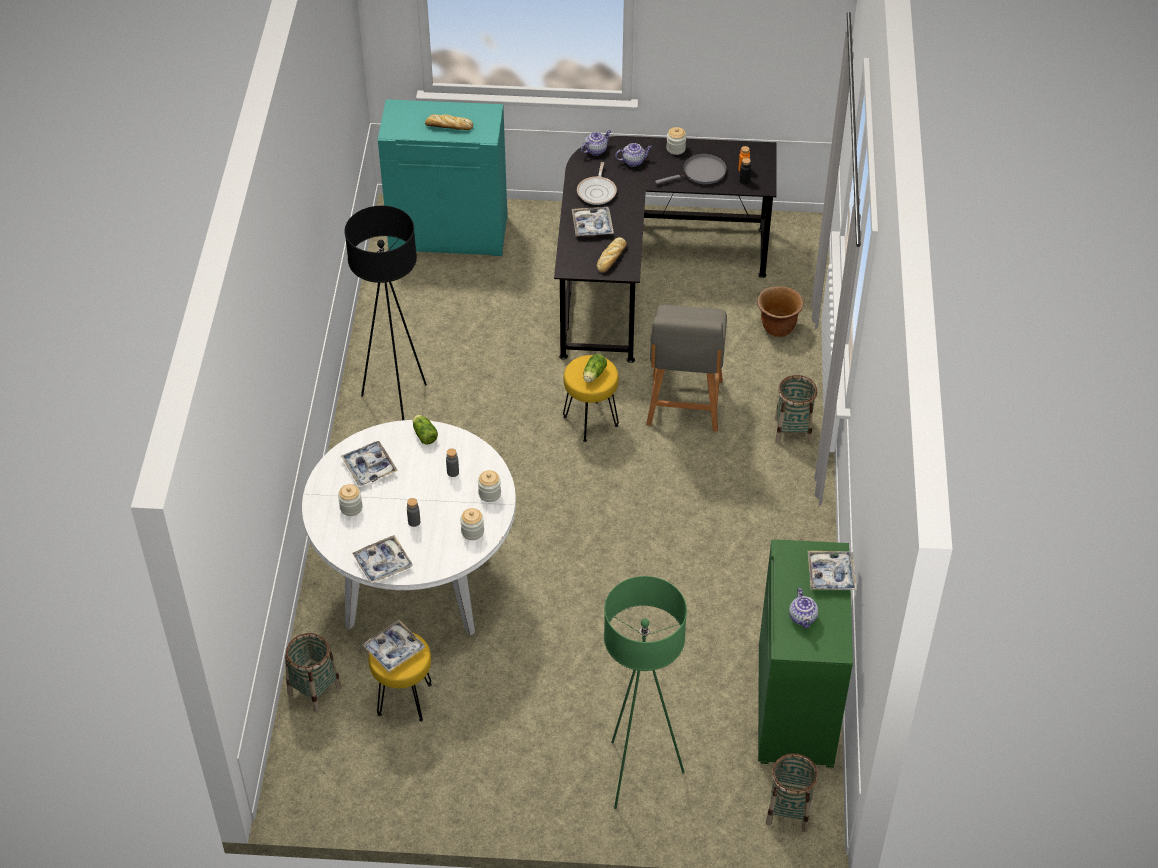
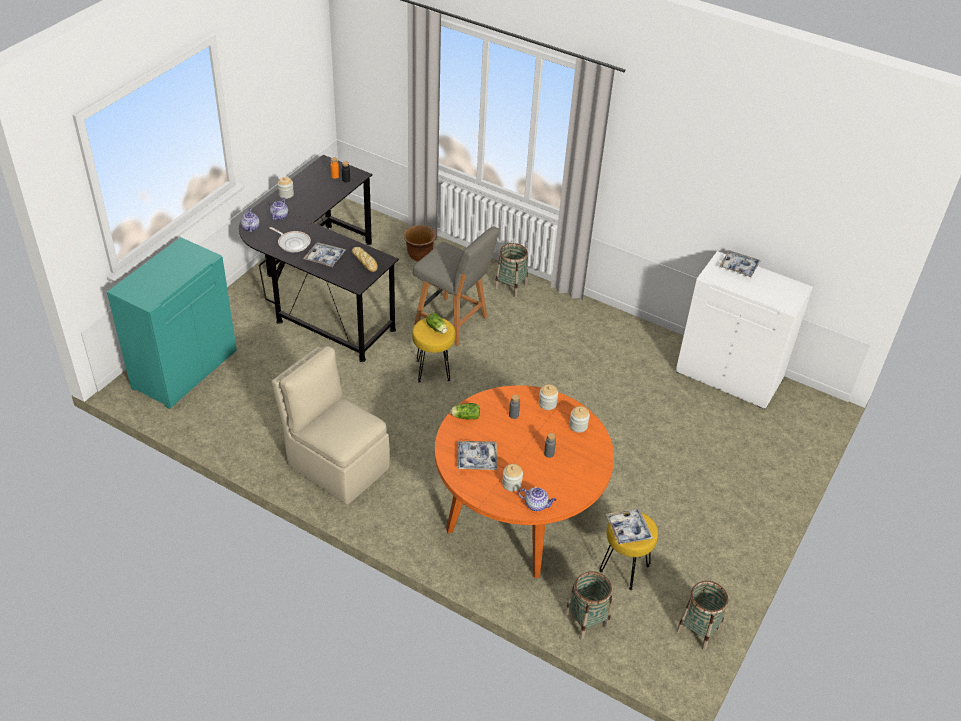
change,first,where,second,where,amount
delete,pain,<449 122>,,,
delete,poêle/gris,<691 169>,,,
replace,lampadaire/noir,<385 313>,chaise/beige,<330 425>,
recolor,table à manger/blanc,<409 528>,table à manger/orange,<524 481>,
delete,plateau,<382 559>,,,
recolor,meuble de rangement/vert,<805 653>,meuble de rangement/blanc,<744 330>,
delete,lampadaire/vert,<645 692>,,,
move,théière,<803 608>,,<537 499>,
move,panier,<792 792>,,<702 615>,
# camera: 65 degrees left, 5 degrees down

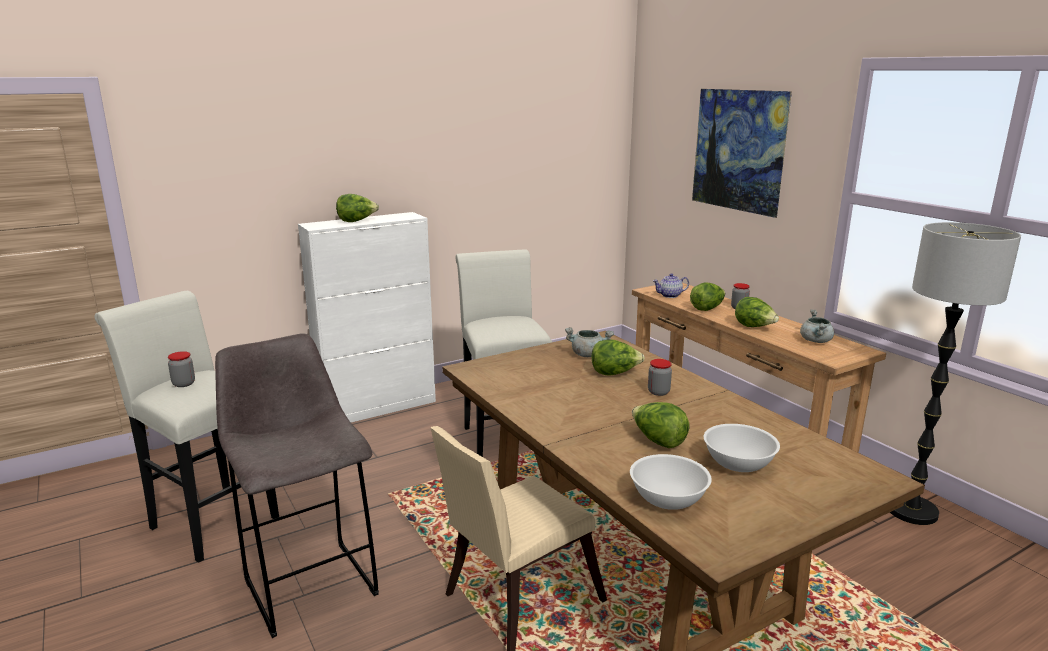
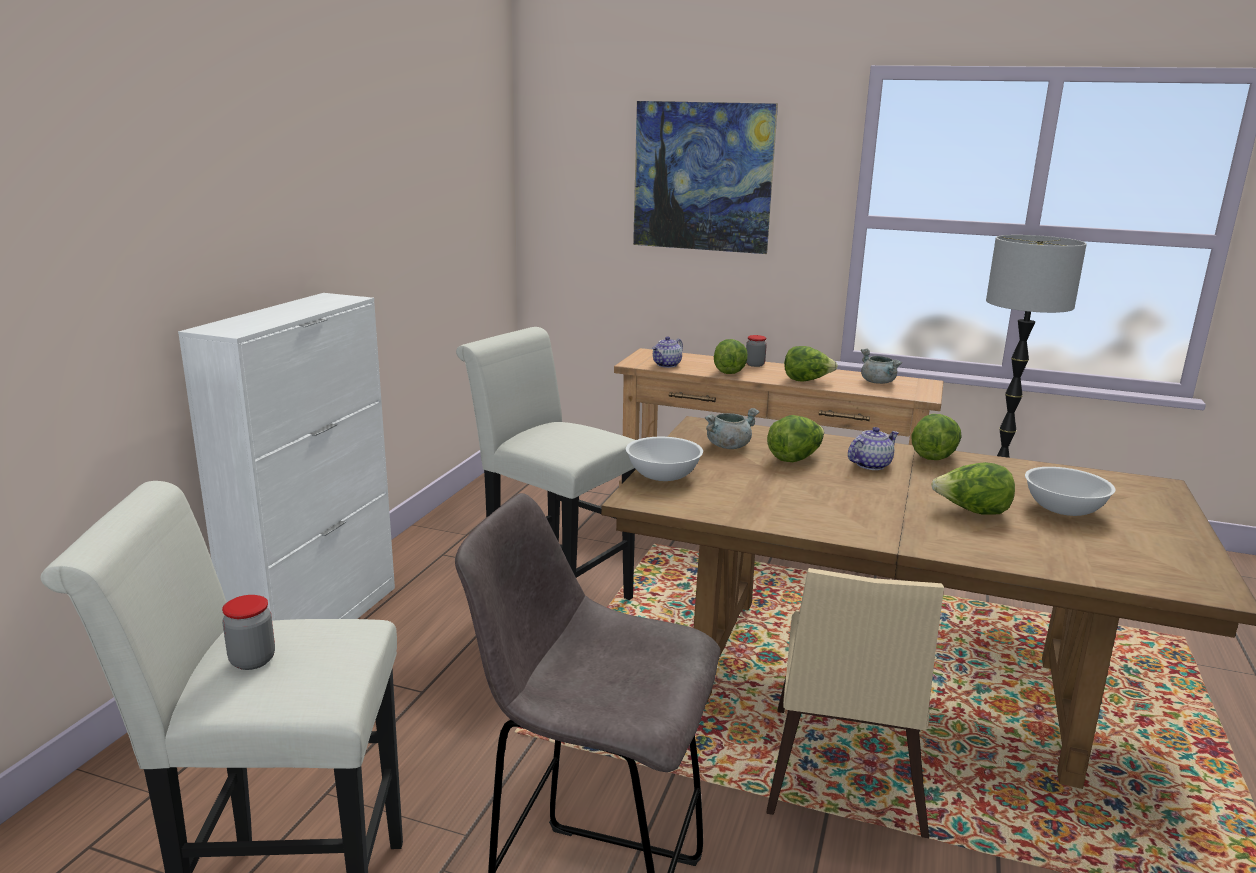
change,first,where,second,where,amount
move,laitue,<357 208>,,<937 437>,
replace,bocal,<660 377>,théière,<873 448>,
move,bol/blanc,<671 482>,,<664 459>,
# camera: 40 degrees left, 0 degrees up

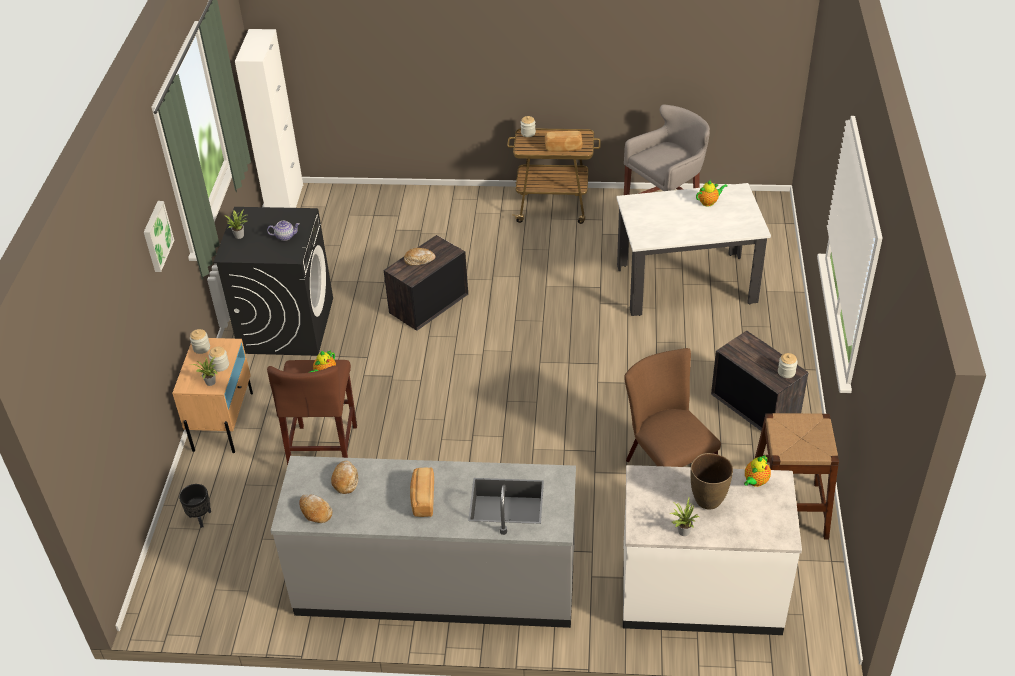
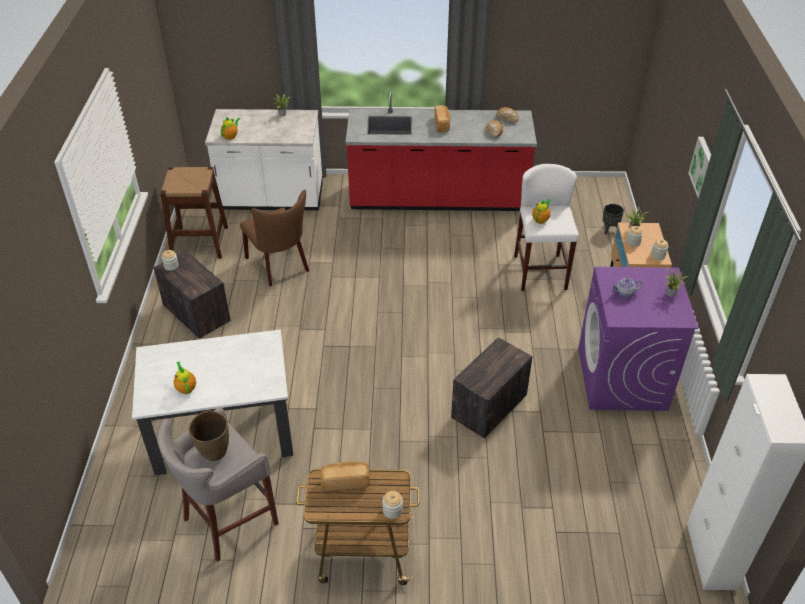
change,first,where,second,where,amount
rotate,théière,<712 193>,,<185 377>,90 degrees clockwise
recolor,lave-linge/noir,<273 281>,lave-linge/violet,<638 339>,
delete,pain,<420 257>,,,
recolor,tabouret/marron,<312 412>,tabouret/blanc,<546 227>,
move,vase/marron,<712 481>,,<209 436>,
recolor,comptoir de cuisine/gris,<423 542>,comptoir de cuisine/rouge,<441 150>,
# camera: 175 degrees right, 0 degrees up

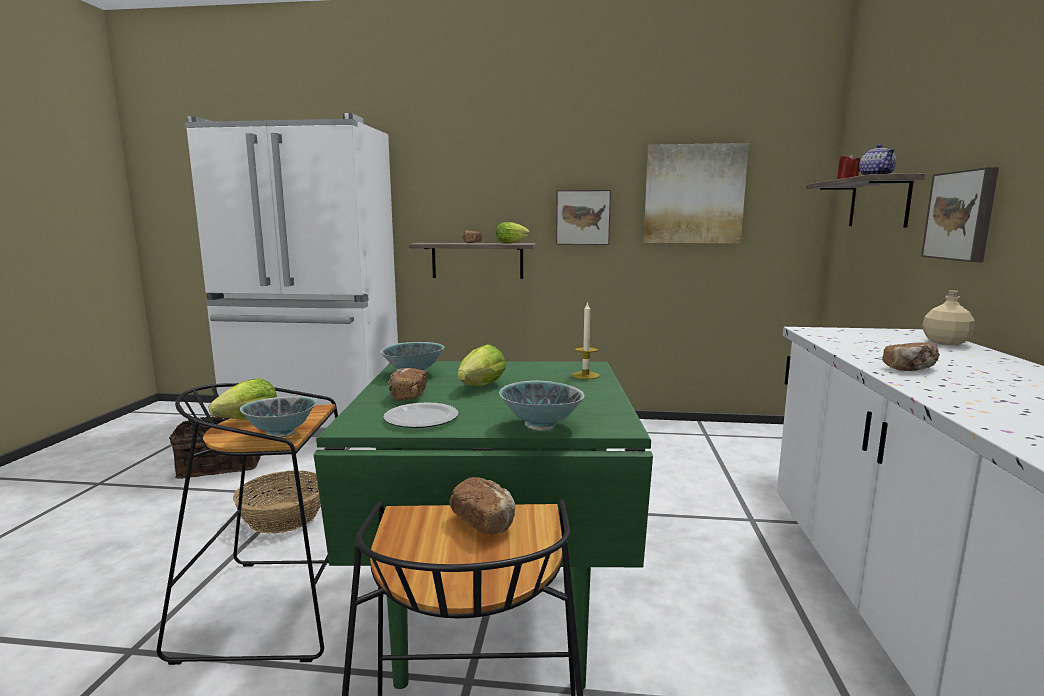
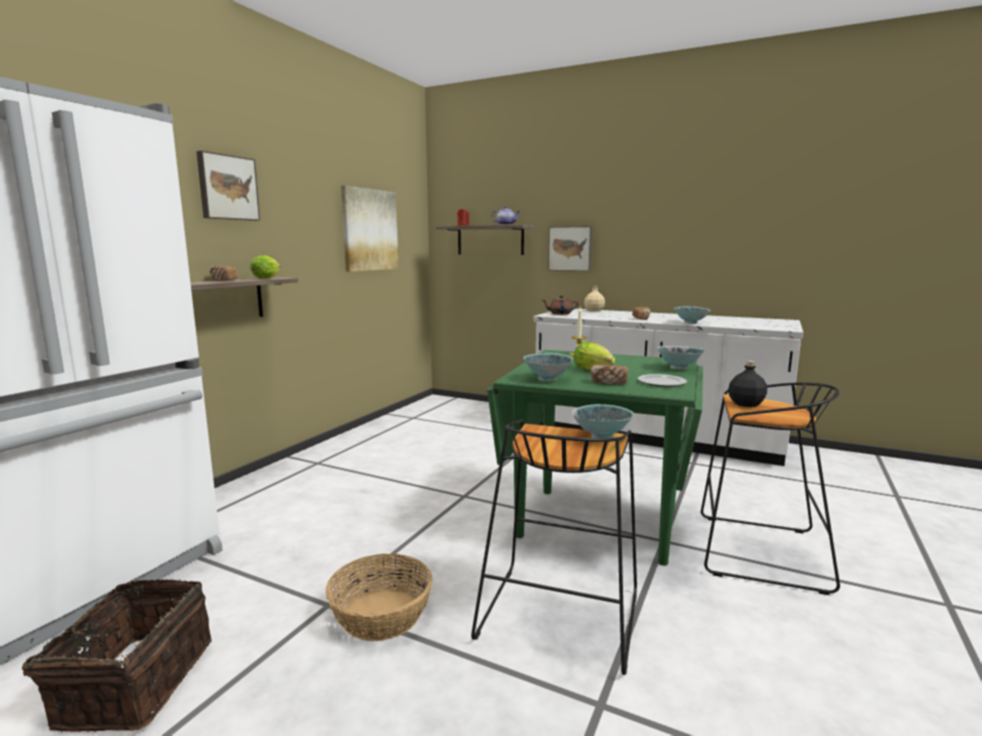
change,first,where,second,where,amount
move,tableau,<583 217>,,<228 185>,
delete,laitue,<243 398>,,,
replace,pain,<482 505>,bouteille/noir,<747 384>,
insert,,,théière/marron,<561 305>,
insert,,,bol,<692 315>,
# camera: 70 degrees left, 0 degrees up

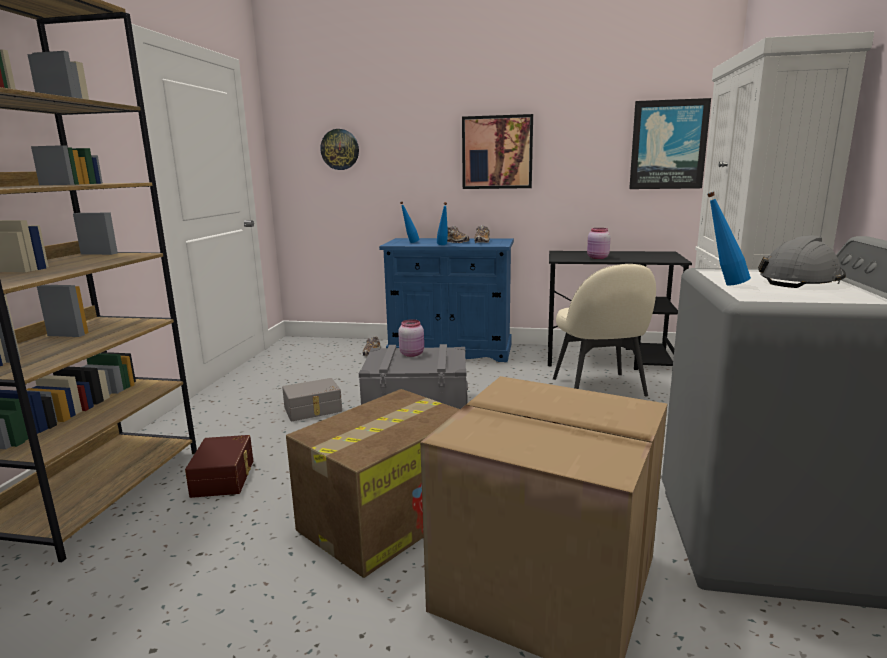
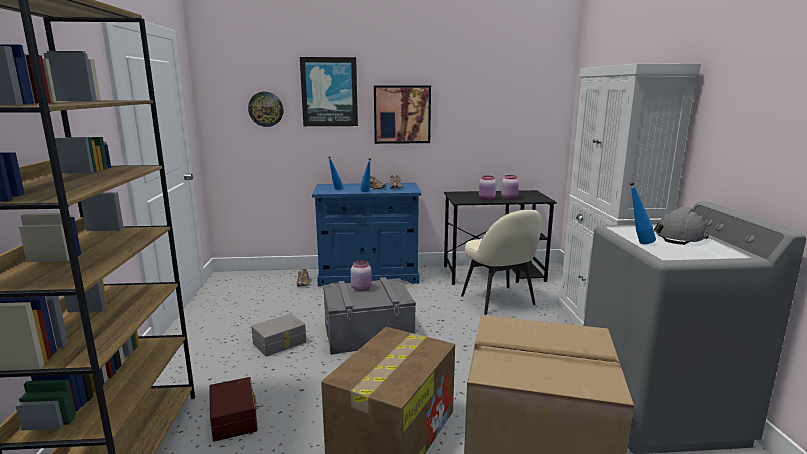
change,first,where,second,where,amount
move,tableau,<670 143>,,<329 91>,
insert,,,bocal/rose,<510 187>,
# camera: 15 degrees left, 0 degrees up

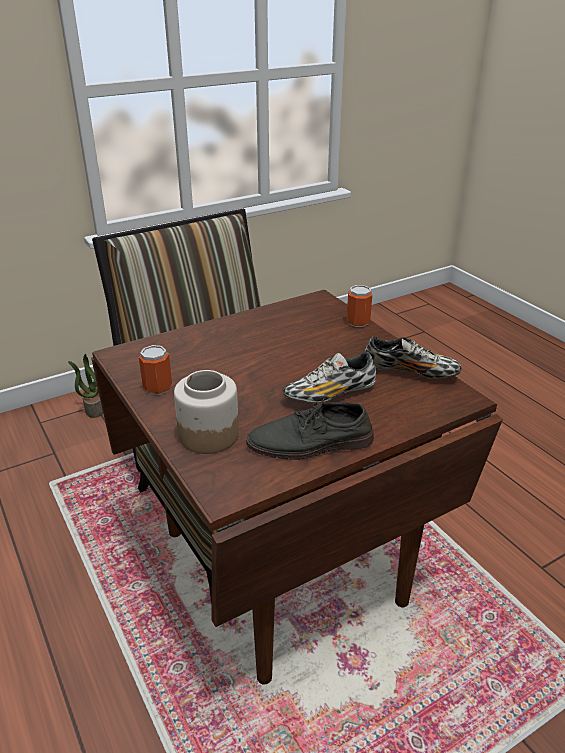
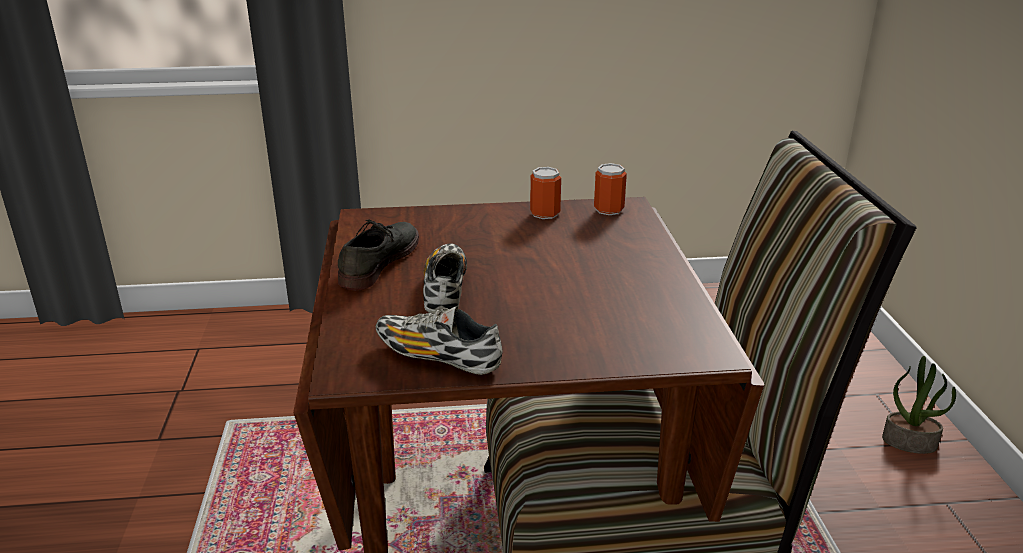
change,first,where,second,where,amount
move,boîte métallique,<359 306>,,<610 189>,
rotate,chaussure,<413 357>,,<439 340>,75 degrees clockwise
delete,bocal,<206 412>,,,
# camera: 115 degrees right, 5 degrees down

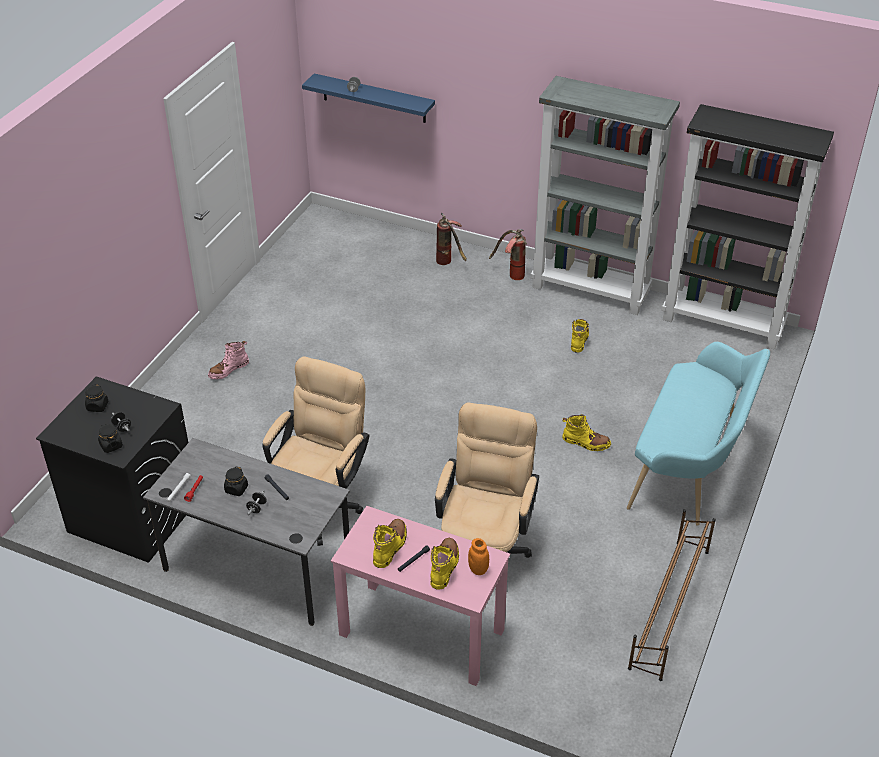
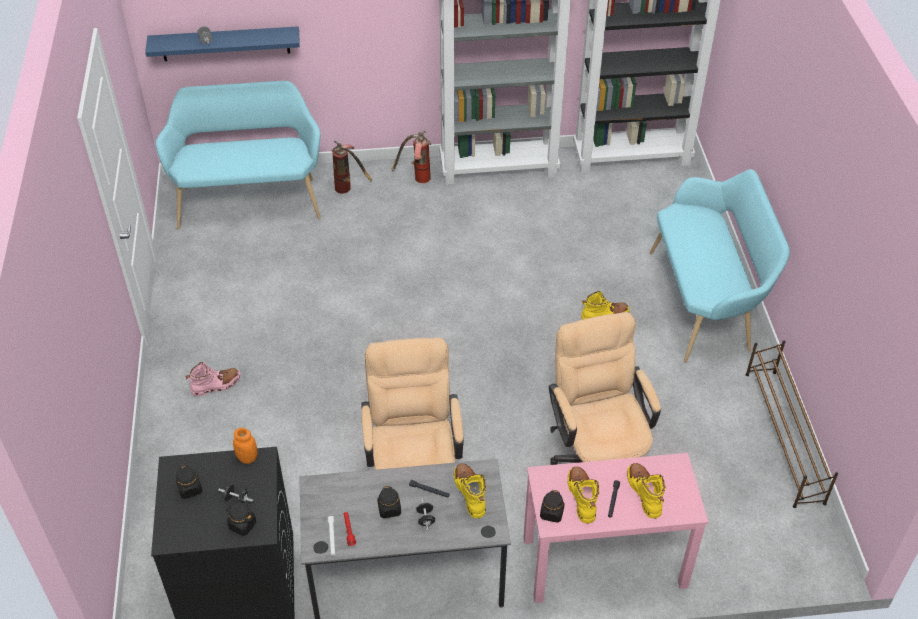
change,first,where,second,where,amount
move,botte/jaune,<580 336>,,<470 490>,
rotate,botte/rose,<228 360>,,<213 379>,135 degrees counterclockwise
move,bocal/orange,<478 556>,,<245 446>,
insert,,,banc/turquoise,<238 155>,
insert,,,bocal/noir,<552 506>,
# camera: 30 degrees left, 5 degrees up

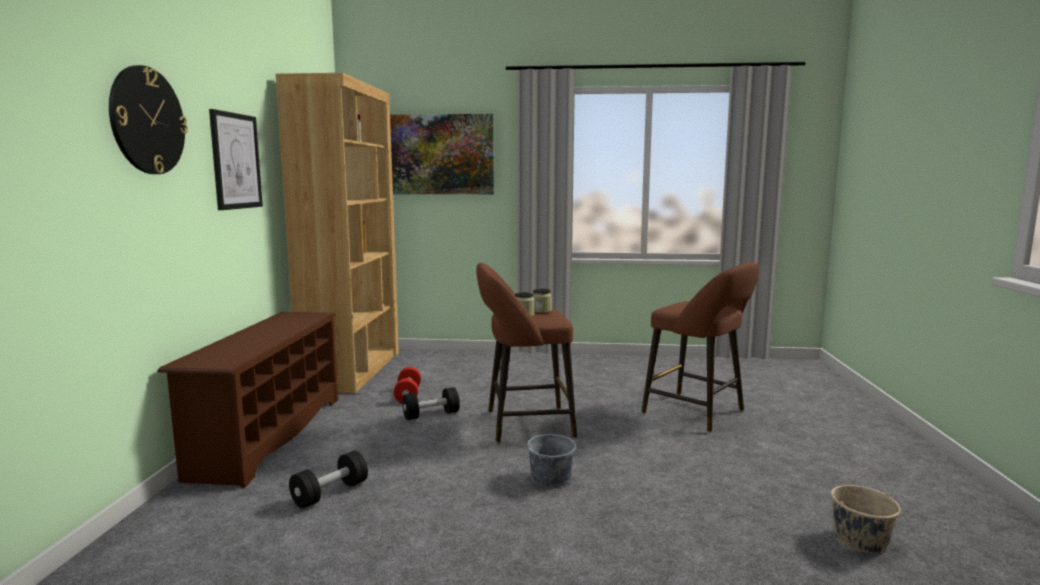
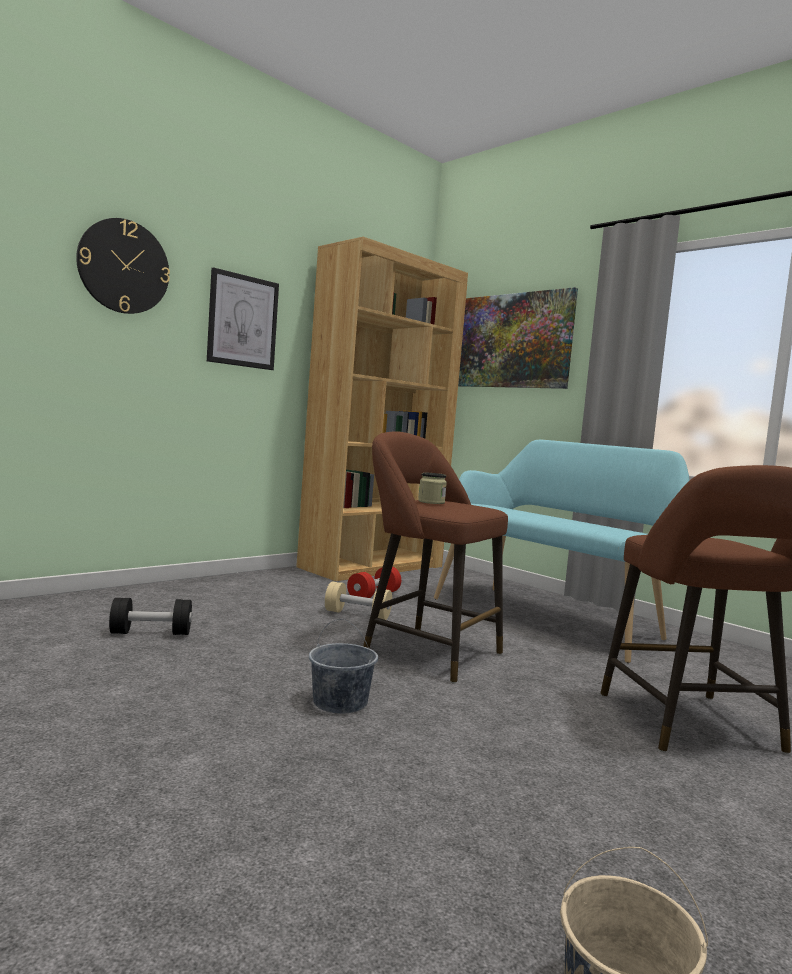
change,first,where,second,where,amount
delete,bocal,<542 301>,,,
delete,étagère à chaussures/marron,<247 400>,,,
recolor,haltère/noir,<431 403>,haltère/beige,<358 600>,
insert,,,banc/turquoise,<562 551>,
# camera: 40 degrees right, 5 degrees down

